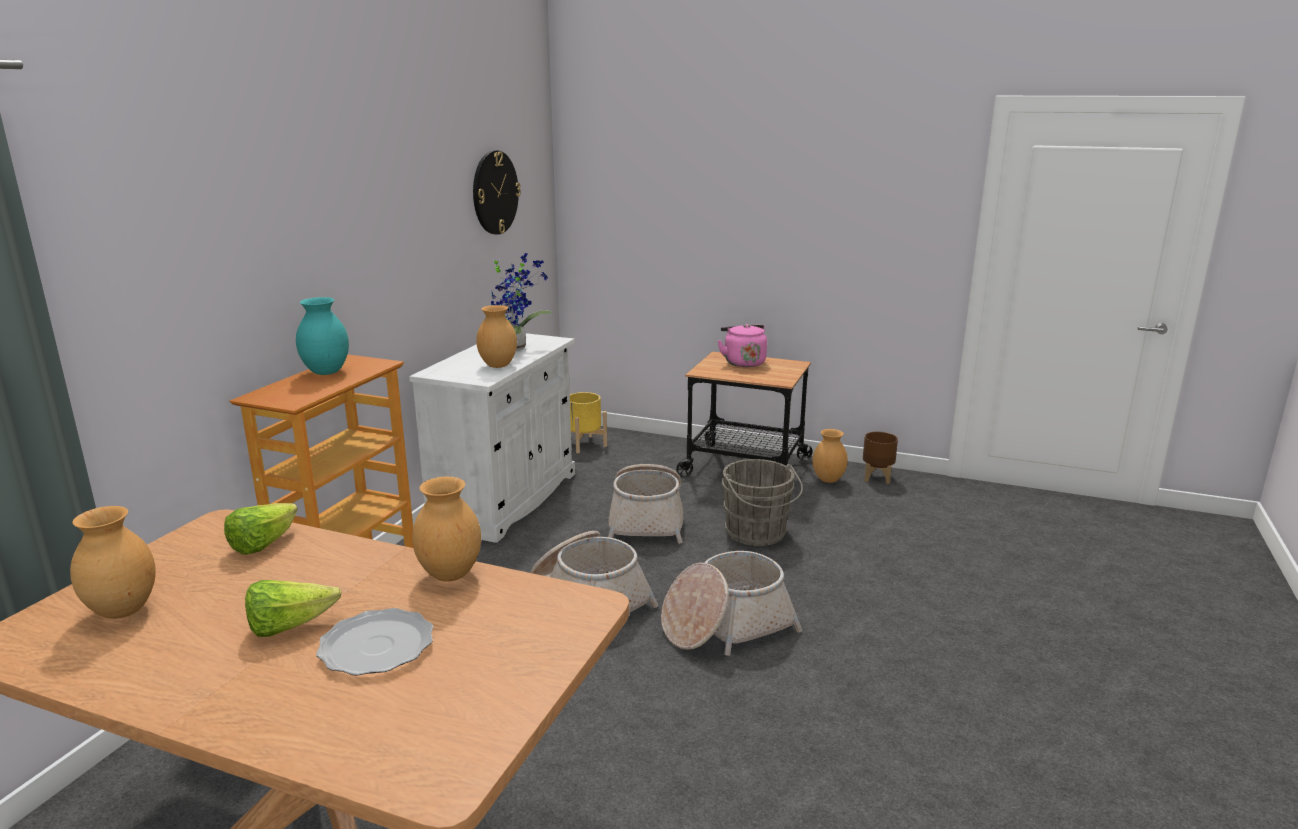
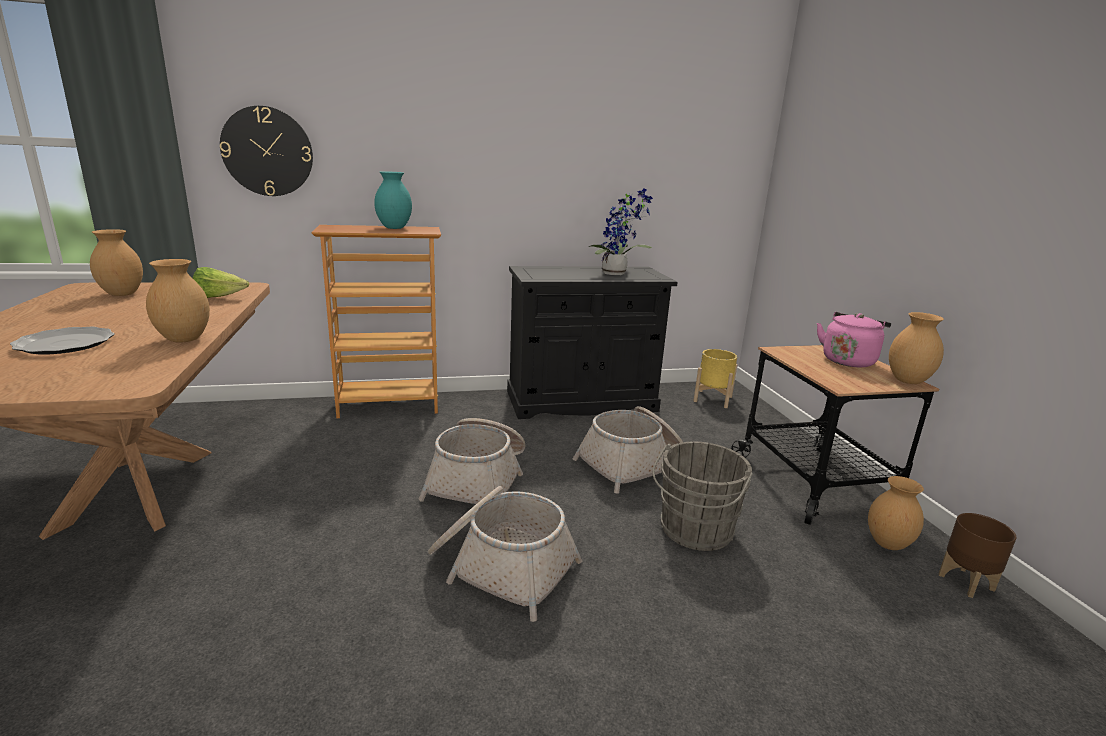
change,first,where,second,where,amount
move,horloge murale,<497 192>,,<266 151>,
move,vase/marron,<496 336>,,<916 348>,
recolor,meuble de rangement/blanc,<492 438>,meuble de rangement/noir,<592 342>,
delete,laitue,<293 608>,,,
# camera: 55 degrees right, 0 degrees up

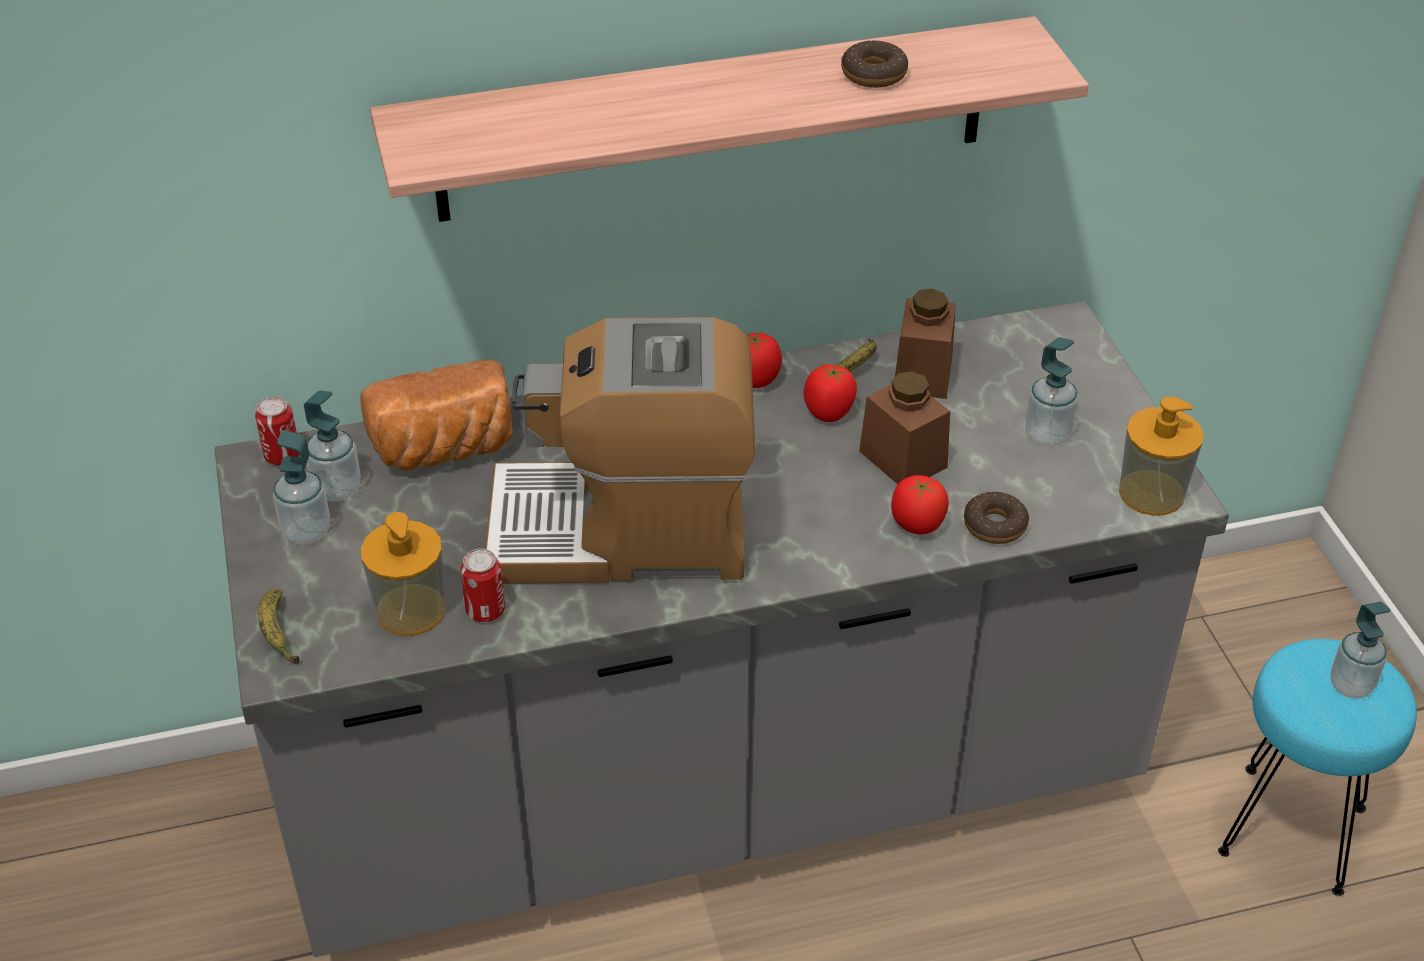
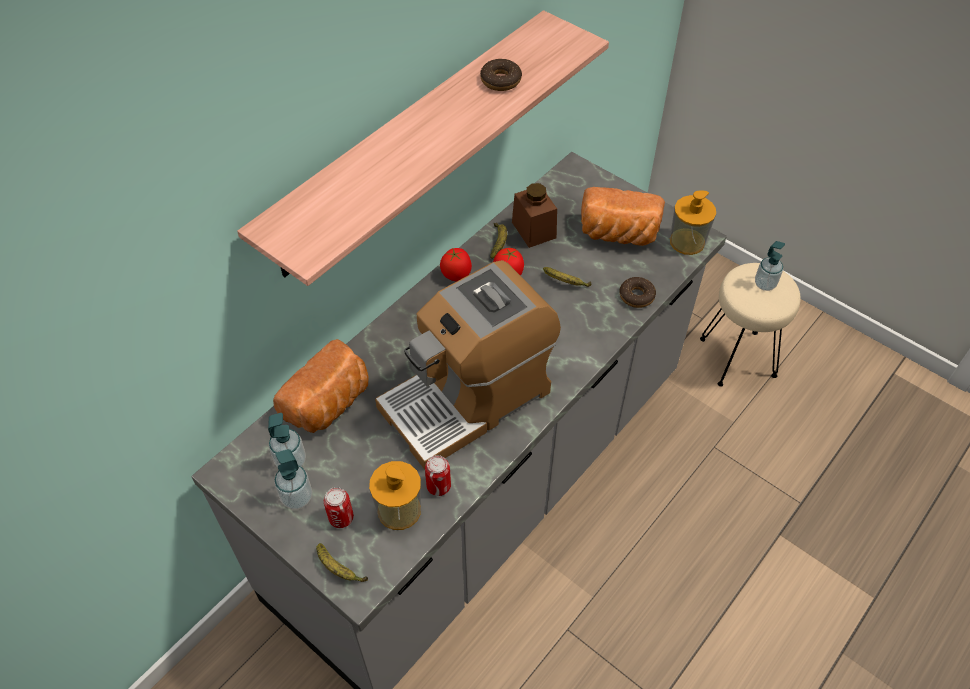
change,first,where,second,where,amount
replace,distributeur de savon,<1051 392>,pain,<623 216>,
replace,bocal/marron,<904 427>,banane,<567 277>,
move,boîte métallique,<277 430>,,<339 507>,
delete,tomate,<920 504>,,,
recolor,tabouret/turquoise,<1317 767>,tabouret/beige,<750 325>,
# camera: 35 degrees left, 10 degrees up

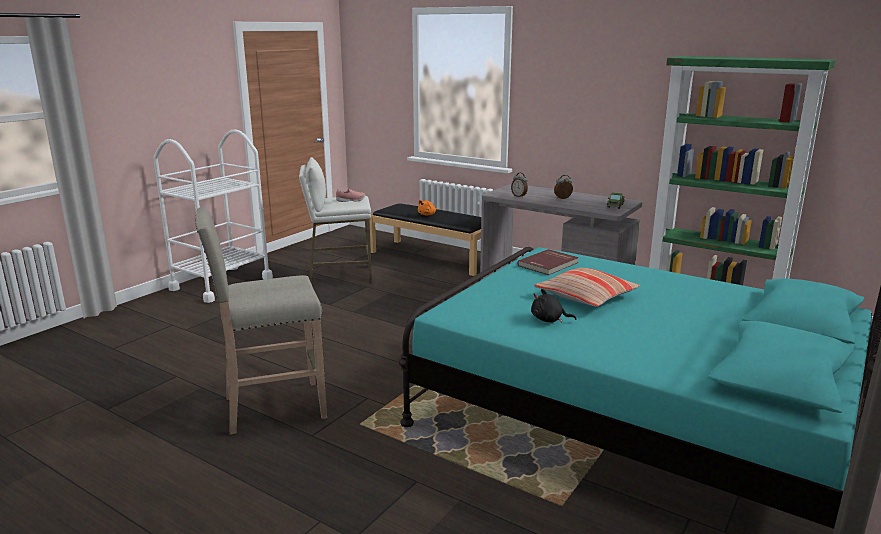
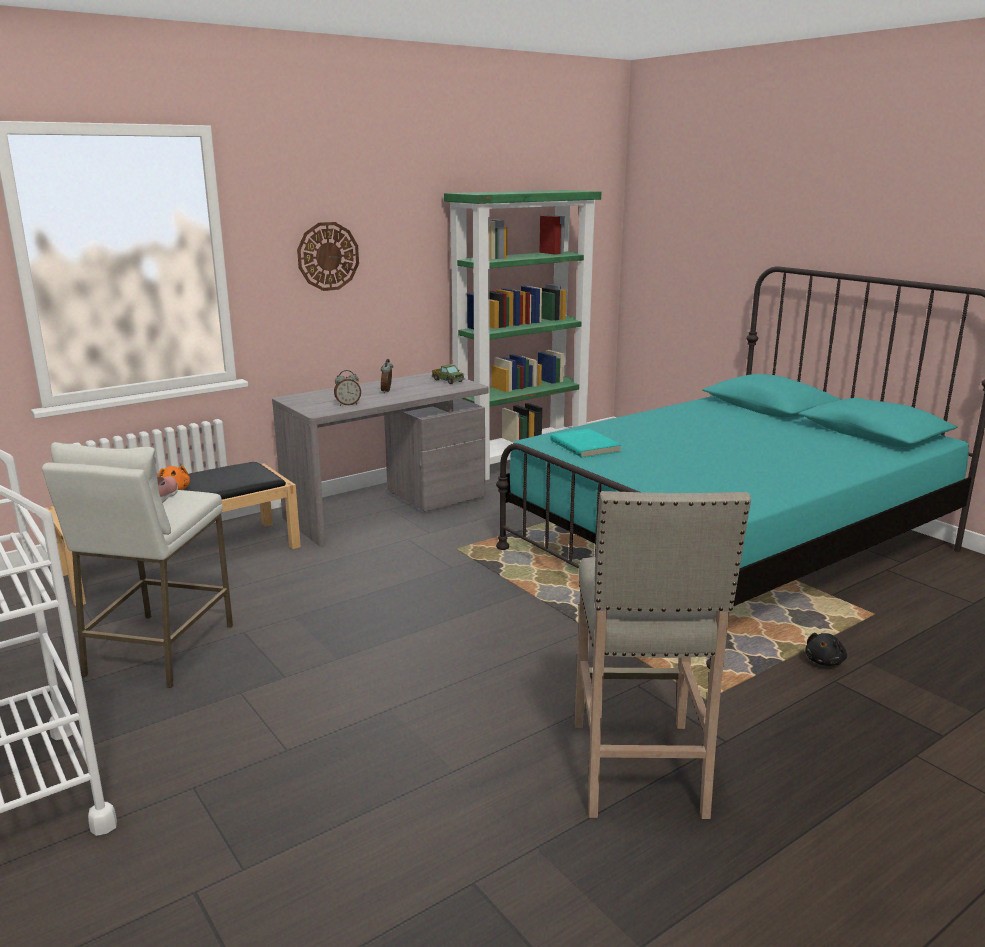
change,first,where,second,where,amount
recolor,livre/rouge,<548 262>,livre/turquoise,<586 443>,
delete,coussin,<587 287>,,,
move,peluche/noir,<553 305>,,<826 649>,
insert,,,horloge murale,<328 256>,
# camera: 70 degrees left, 0 degrees up

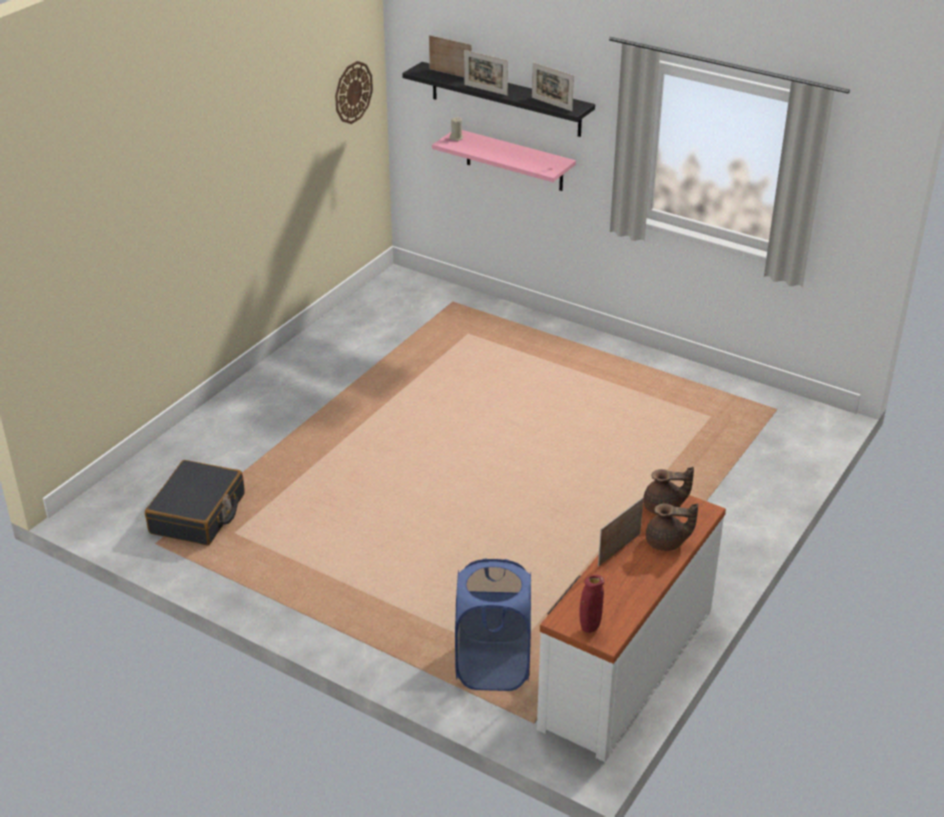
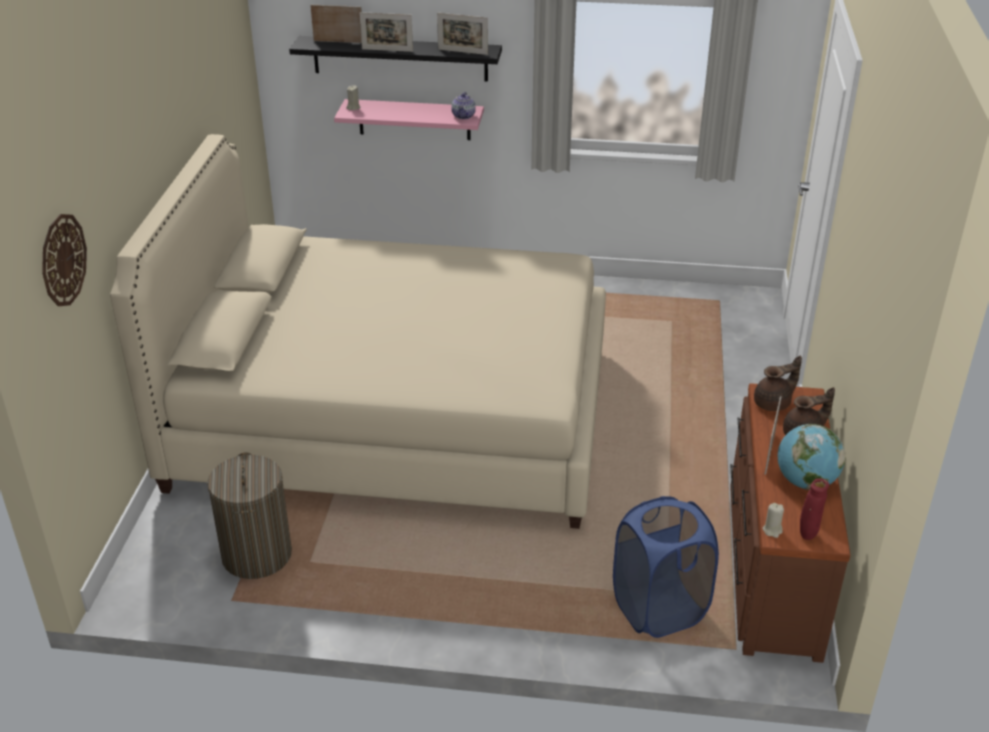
change,first,where,second,where,amount
move,horloge murale,<354 92>,,<64 260>,
replace,valise/noir,<195 502>,panier à linge,<249 515>,
recolor,commode/blanc,<631 628>,commode/marron,<790 523>,
insert,,,théière,<463 105>,
insert,,,lit/beige,<358 331>,
insert,,,globe,<811 457>,
insert,,,bougie/beige,<773 520>,
# camera: 25 degrees left, 0 degrees up

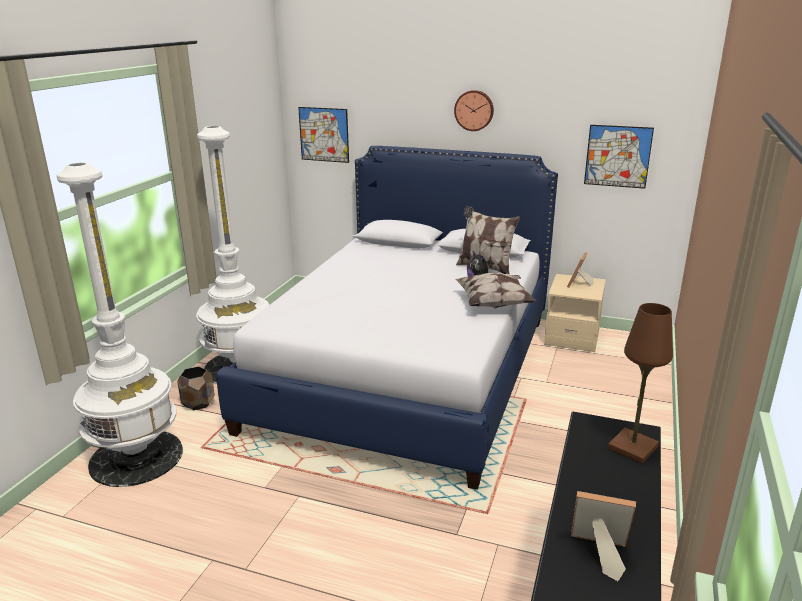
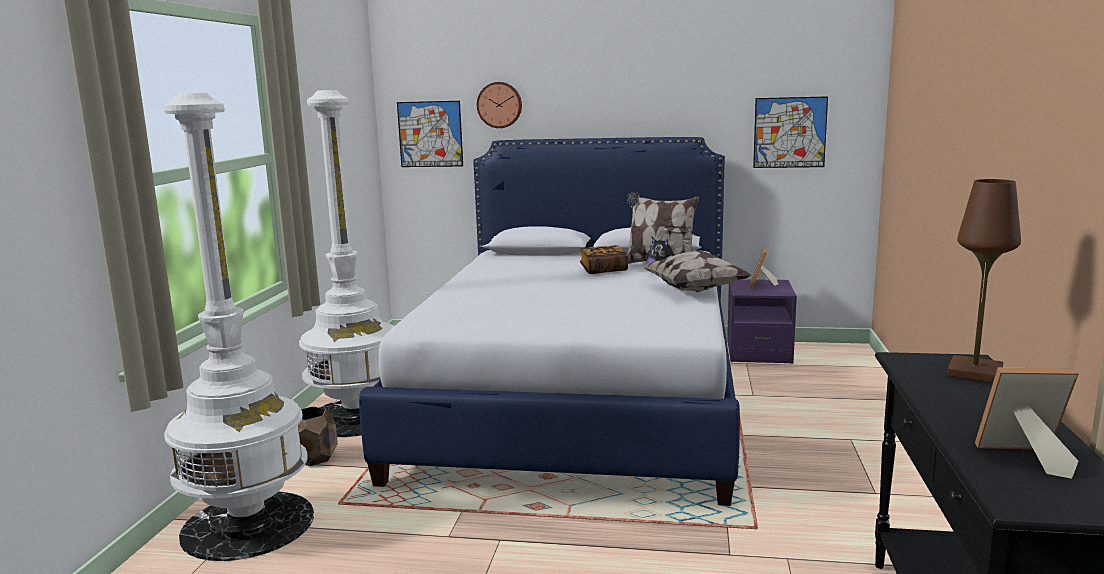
change,first,where,second,where,amount
move,horloge murale,<474 110>,,<499 105>,
recolor,table de chevet/beige,<575 313>,table de chevet/violet,<762 321>,
insert,,,livre,<604 259>,
# camera: 10 degrees left, 10 degrees down

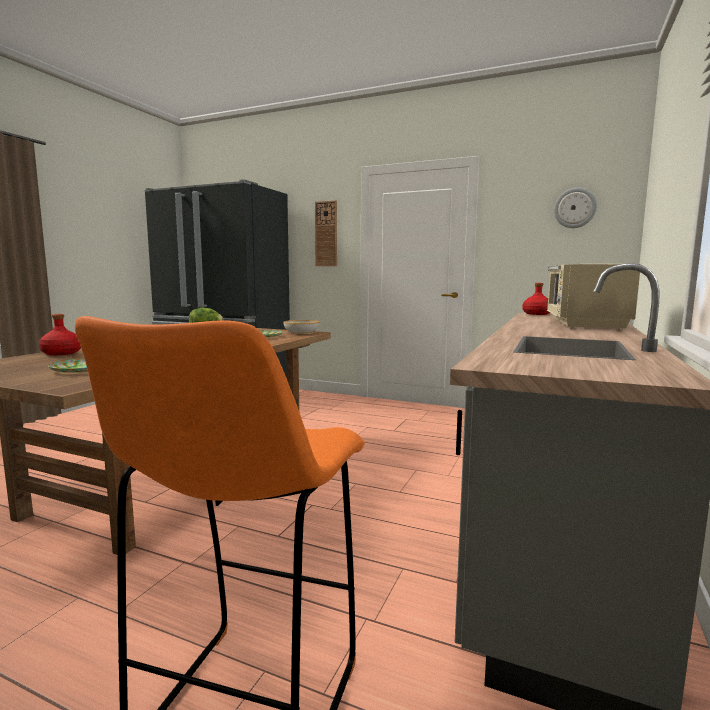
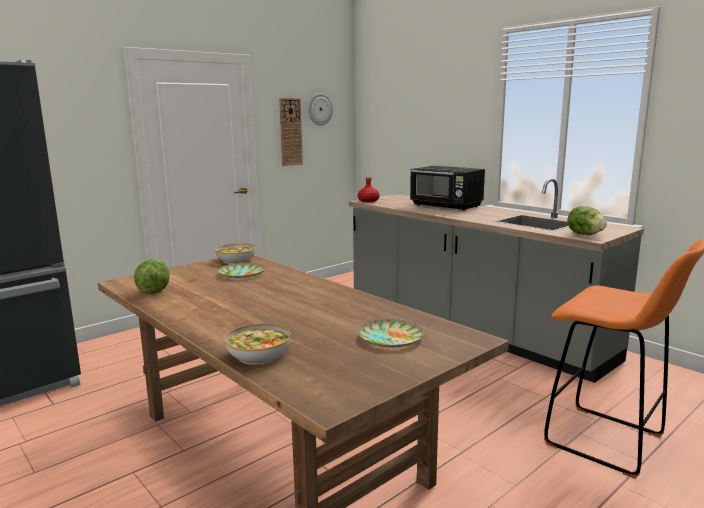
change,first,where,second,where,amount
move,horloge murale,<326 233>,,<291 132>,
recolor,micro-ondes/beige,<594 297>,micro-ondes/noir,<447 188>,
replace,bouteille/rouge,<60 334>,bol,<257 344>,
insert,,,laitue,<587 220>,
# camera: 65 degrees left, 5 degrees up

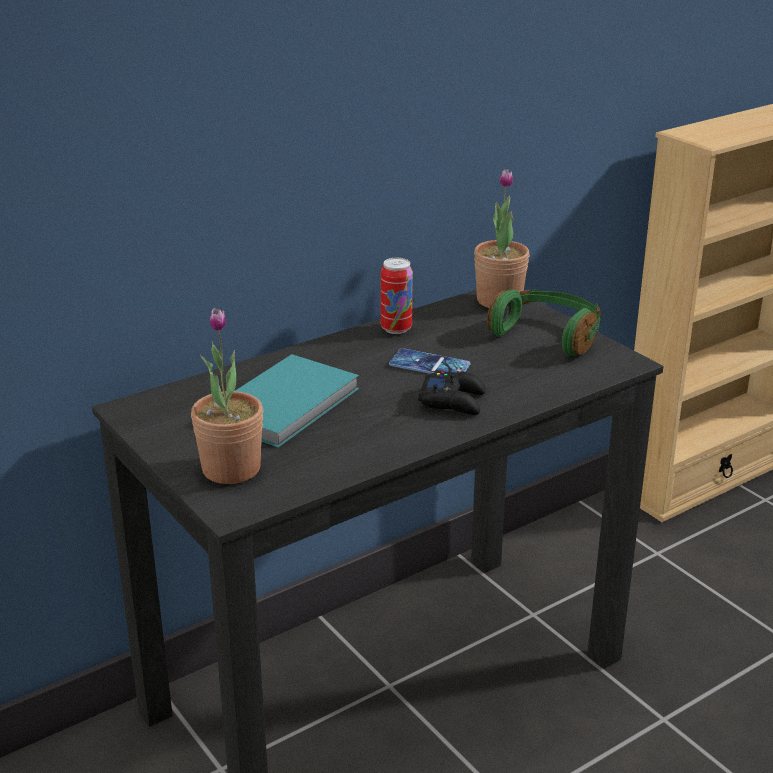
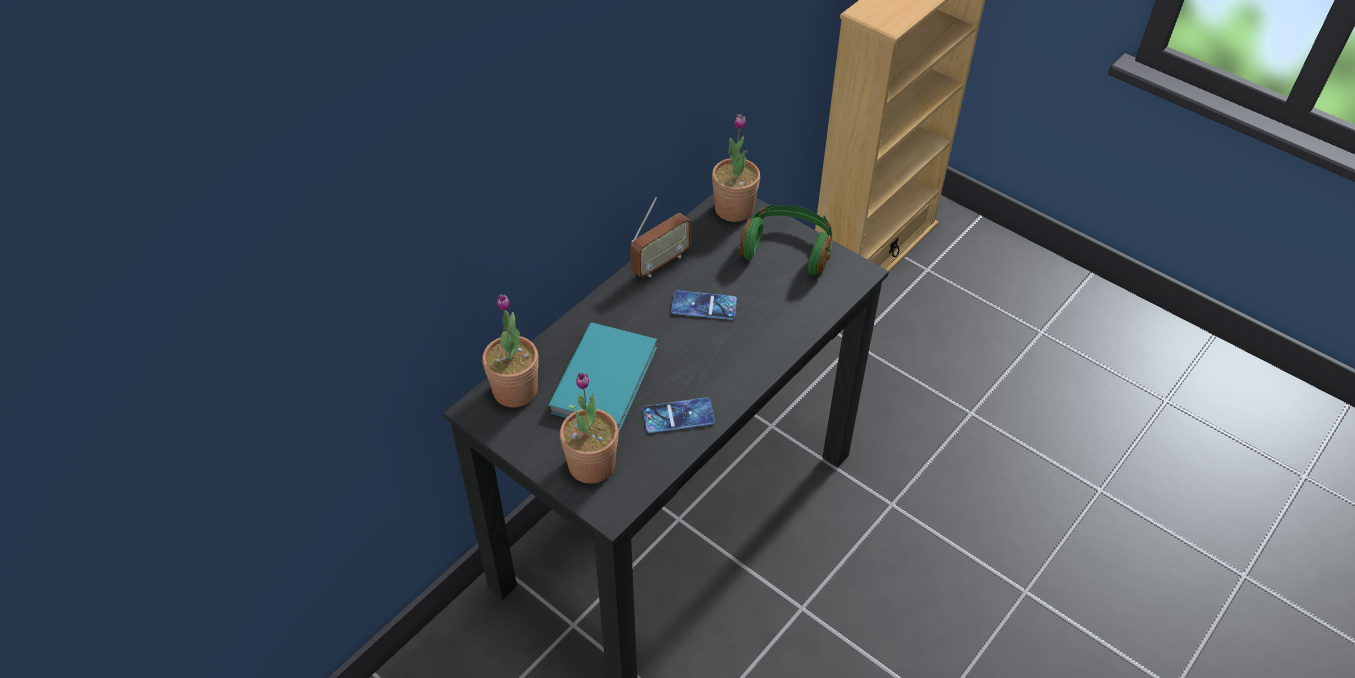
change,first,where,second,where,amount
replace,boîte métallique,<397 296>,radio,<660 237>,
delete,manette/noir,<452 393>,,,
insert,,,plante en pot,<510 350>,
insert,,,téléphone,<679 415>,
# camera: 15 degrees left, 20 degrees up

